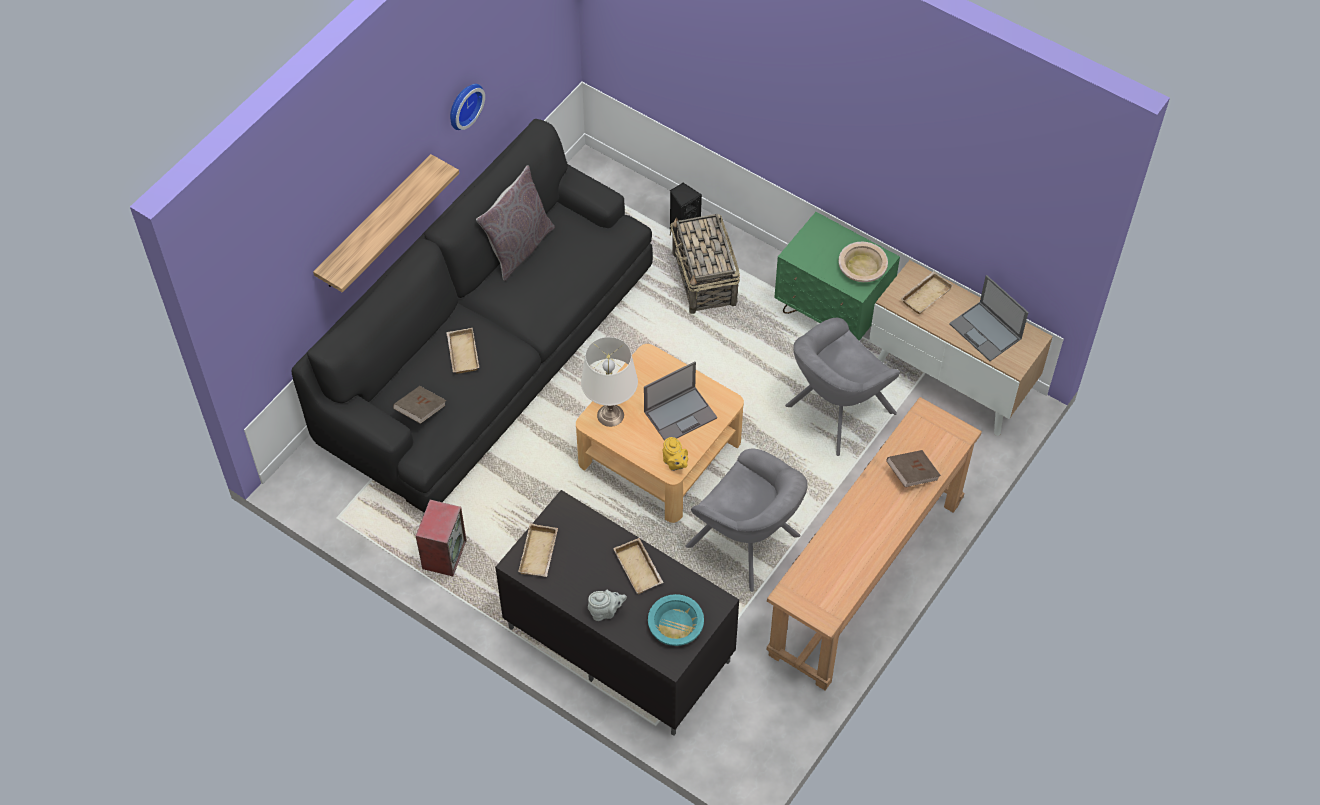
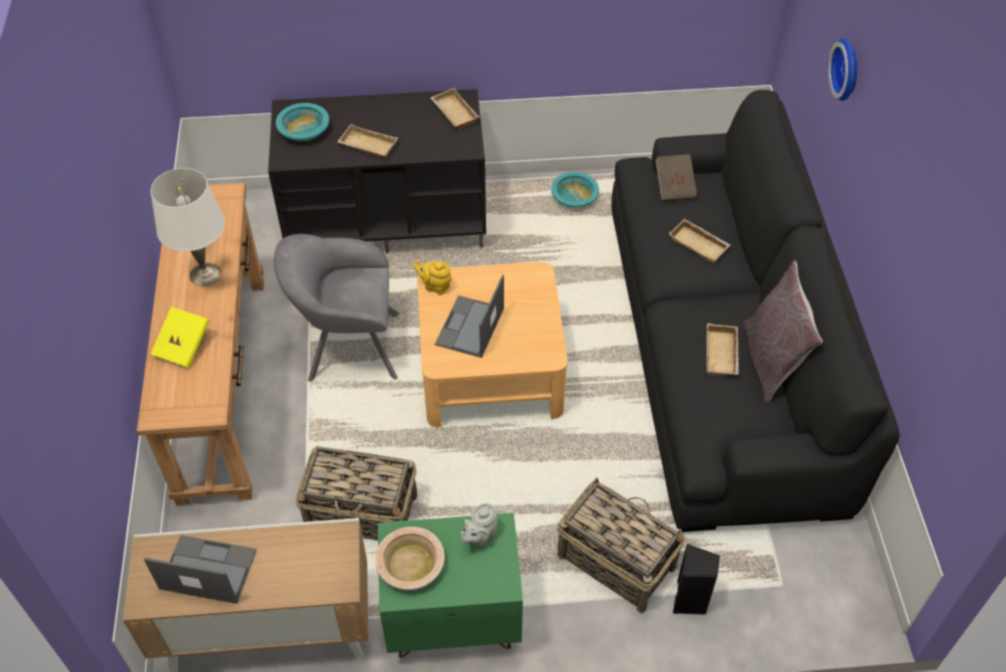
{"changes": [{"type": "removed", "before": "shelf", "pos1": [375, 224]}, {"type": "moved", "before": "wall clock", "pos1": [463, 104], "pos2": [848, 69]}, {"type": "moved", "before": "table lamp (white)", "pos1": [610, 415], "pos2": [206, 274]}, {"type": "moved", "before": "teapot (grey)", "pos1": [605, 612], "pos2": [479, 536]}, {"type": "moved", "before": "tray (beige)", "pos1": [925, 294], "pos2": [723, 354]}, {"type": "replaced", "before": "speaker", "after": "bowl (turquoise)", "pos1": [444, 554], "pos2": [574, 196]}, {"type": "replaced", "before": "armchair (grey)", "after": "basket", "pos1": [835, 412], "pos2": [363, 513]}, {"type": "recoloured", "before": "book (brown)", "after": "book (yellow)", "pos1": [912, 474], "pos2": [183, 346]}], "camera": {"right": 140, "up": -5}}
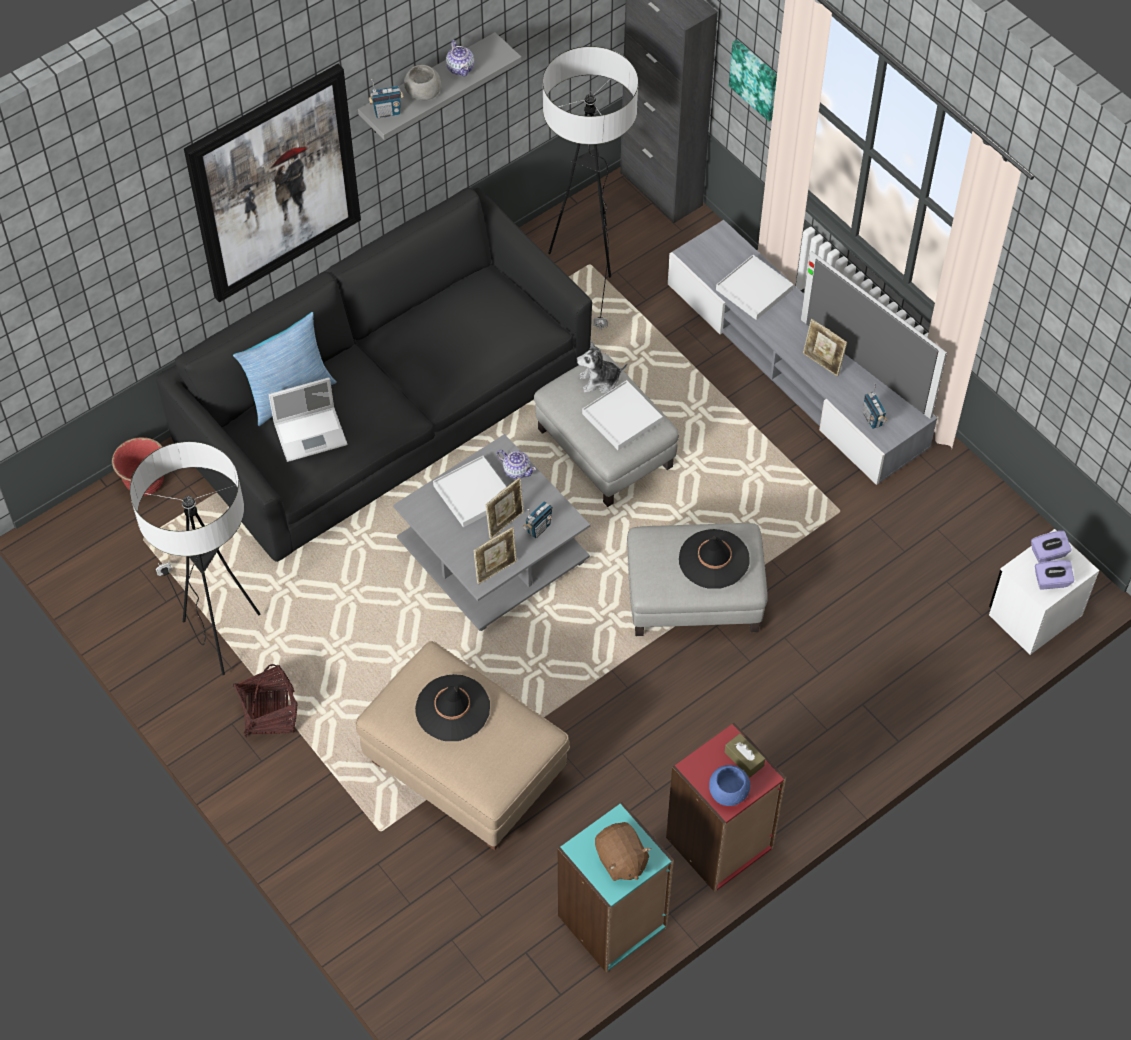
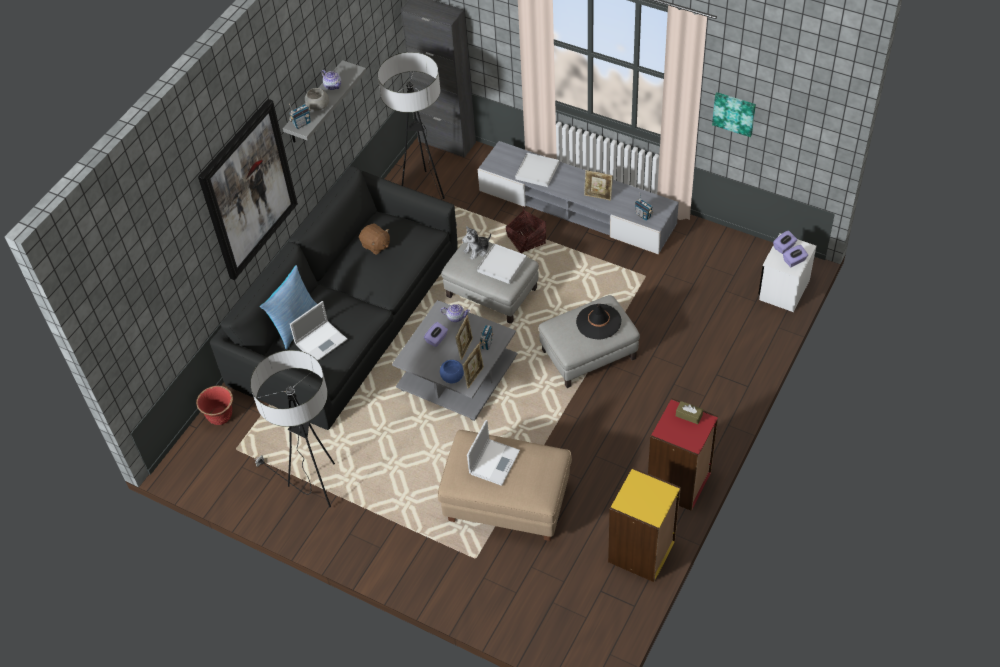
{"changes": [{"type": "removed", "before": "television", "pos1": [864, 368]}, {"type": "moved", "before": "basket", "pos1": [270, 713], "pos2": [526, 240]}, {"type": "moved", "before": "plush toy (brown)", "pos1": [621, 860], "pos2": [375, 245]}, {"type": "moved", "before": "bowl (blue)", "pos1": [728, 792], "pos2": [452, 377]}, {"type": "moved", "before": "picture", "pos1": [755, 79], "pos2": [734, 113]}, {"type": "replaced", "before": "hat (black)", "after": "laptop", "pos1": [452, 708], "pos2": [494, 461]}, {"type": "replaced", "before": "tray (white)", "after": "tissue box (purple)", "pos1": [473, 493], "pos2": [437, 339]}, {"type": "recoloured", "before": "bookcase (turquoise)", "after": "bookcase (yellow)", "pos1": [613, 922], "pos2": [642, 552]}], "camera": {"right": -20, "up": -5}}
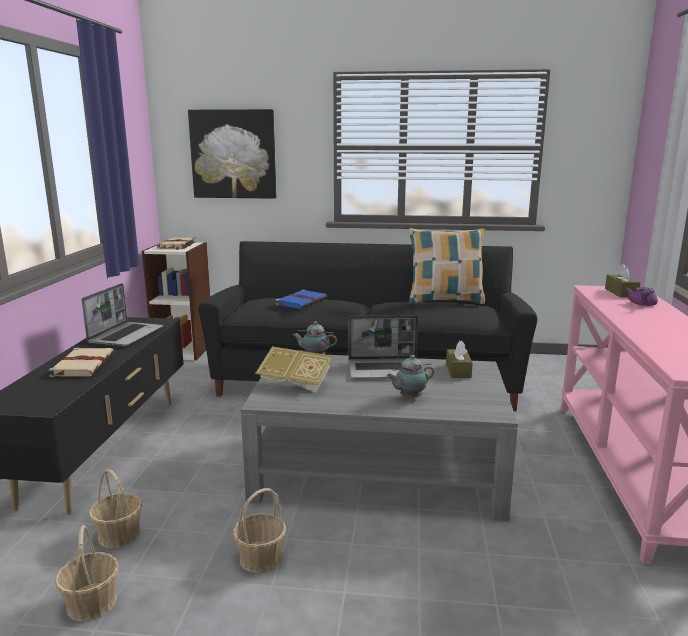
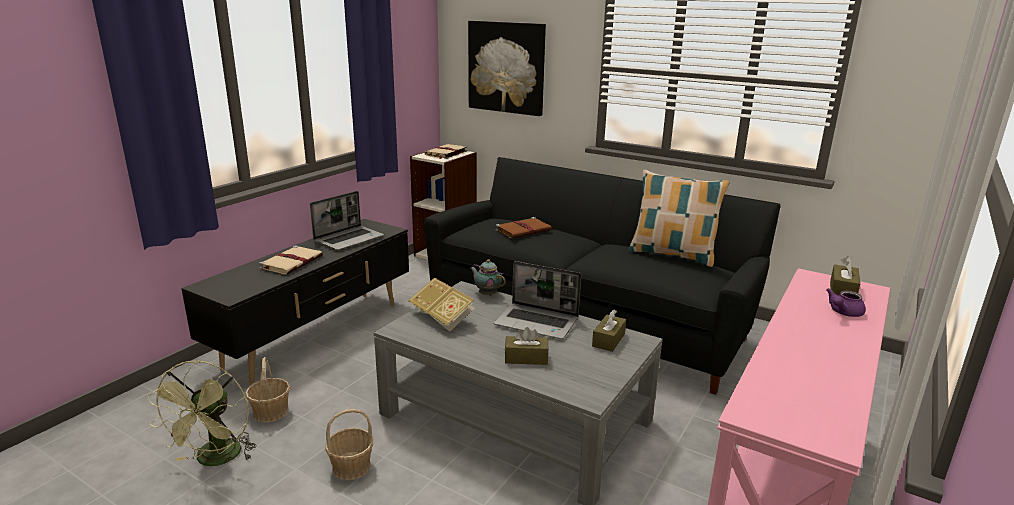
{"changes": [{"type": "replaced", "before": "basket", "after": "fan (green)", "pos1": [92, 602], "pos2": [215, 460]}, {"type": "replaced", "before": "teapot", "after": "tissue box (brown)", "pos1": [409, 397], "pos2": [526, 358]}, {"type": "recoloured", "before": "book (blue)", "after": "book (brown)", "pos1": [302, 301], "pos2": [524, 230]}], "camera": {"right": 25, "up": 5}}
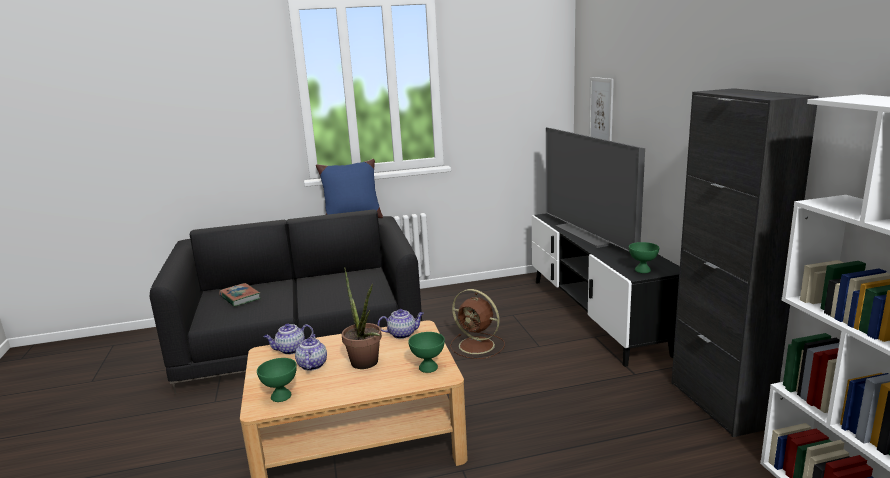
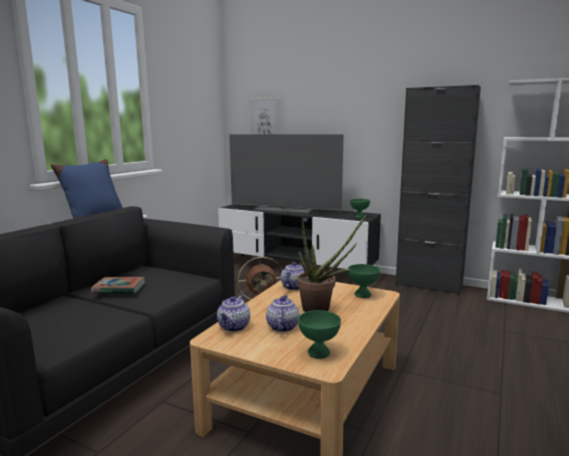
{"changes": [{"type": "moved", "before": "book", "pos1": [240, 297], "pos2": [119, 289]}, {"type": "turned", "before": "teapot", "pos1": [312, 365], "pos2": [282, 326], "turn": 60}], "camera": {"right": -50, "up": -5}}
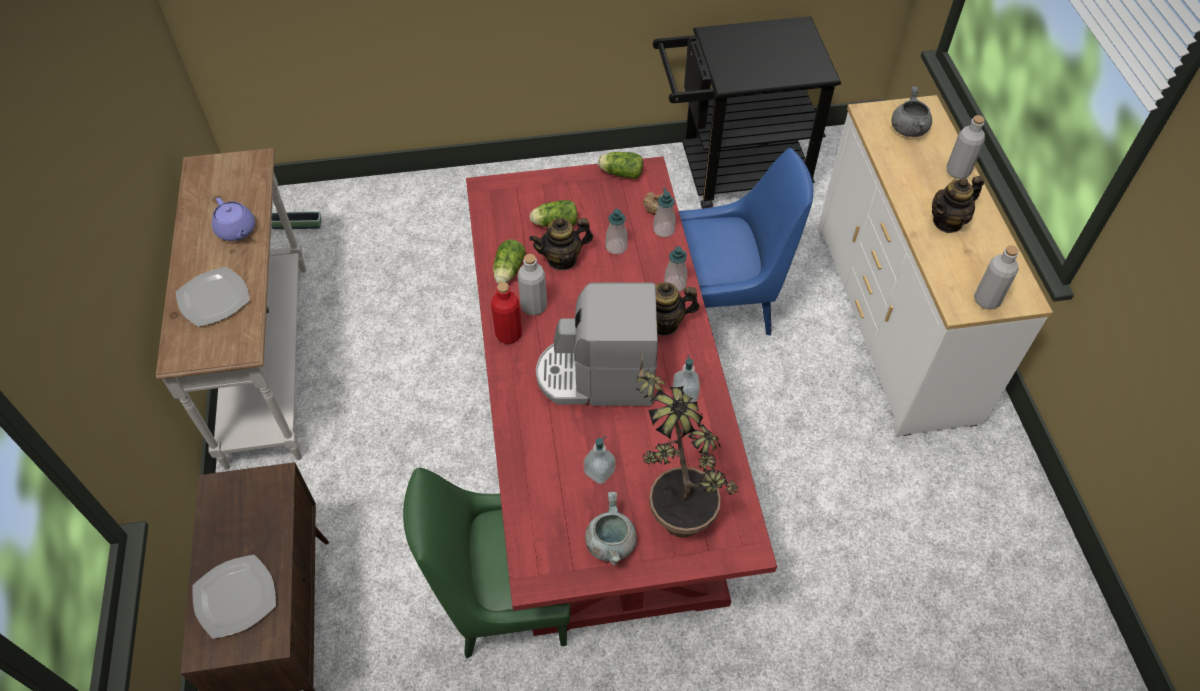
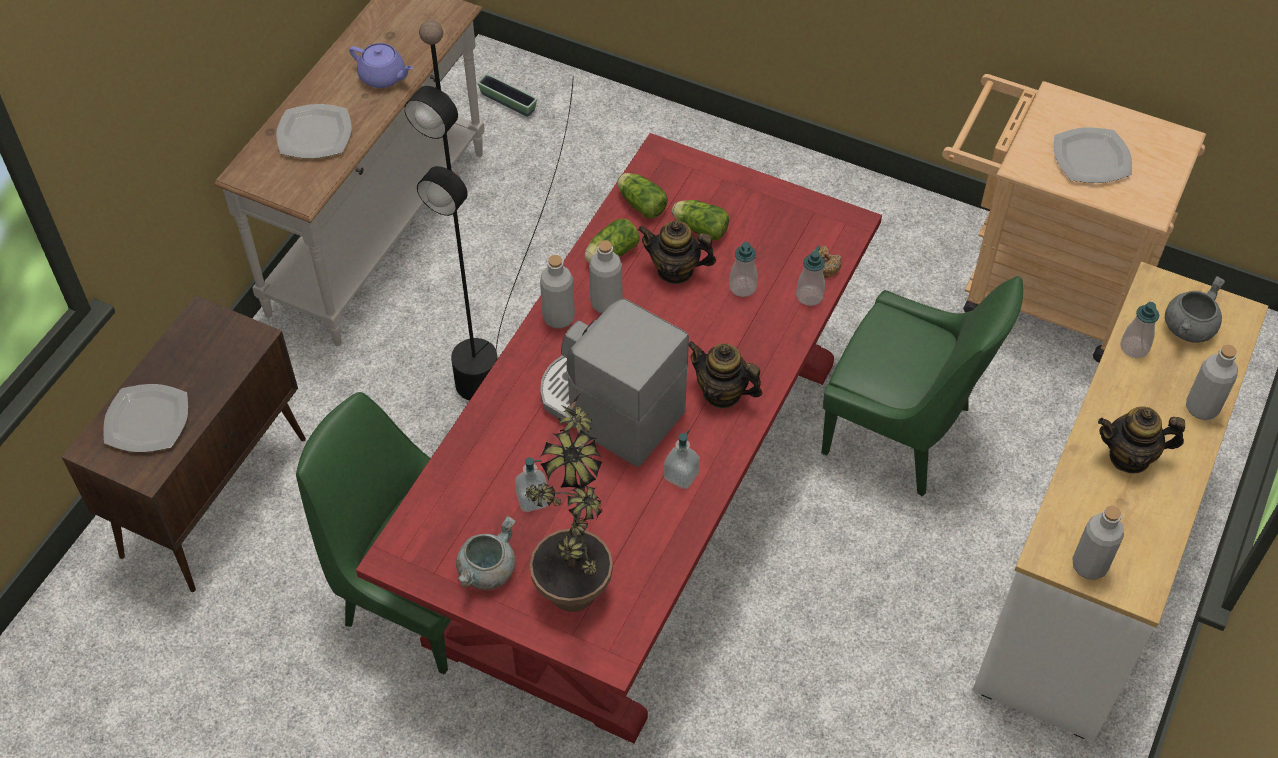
{"changes": [{"type": "added", "after": "floor lamp (black)", "pos2": [511, 289]}, {"type": "added", "after": "plate", "pos2": [1090, 157]}, {"type": "moved", "before": "lettuce", "pos1": [620, 173], "pos2": [640, 203]}, {"type": "moved", "before": "soap dispenser", "pos1": [675, 284], "pos2": [1134, 347]}, {"type": "recoloured", "before": "bottle (red)", "after": "bottle (grey)", "pos1": [508, 334], "pos2": [558, 317]}, {"type": "recoloured", "before": "cart (black)", "after": "cart (beige)", "pos1": [731, 174], "pos2": [1037, 288]}, {"type": "recoloured", "before": "chair (blue)", "after": "chair (green)", "pos1": [727, 303], "pos2": [902, 433]}, {"type": "turned", "before": "teapot (purple)", "pos1": [237, 231], "pos2": [383, 77], "turn": -60}], "camera": {"right": 35, "up": 0}}
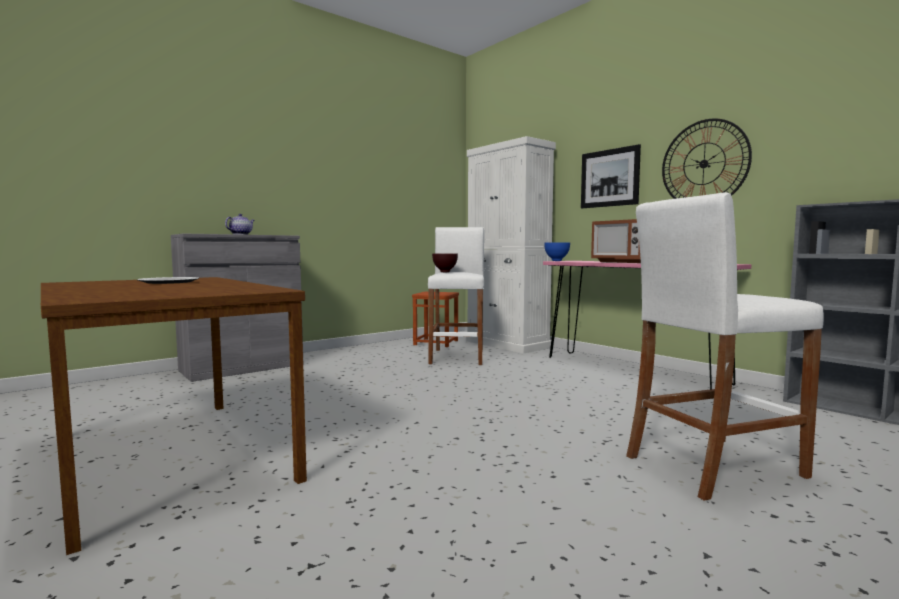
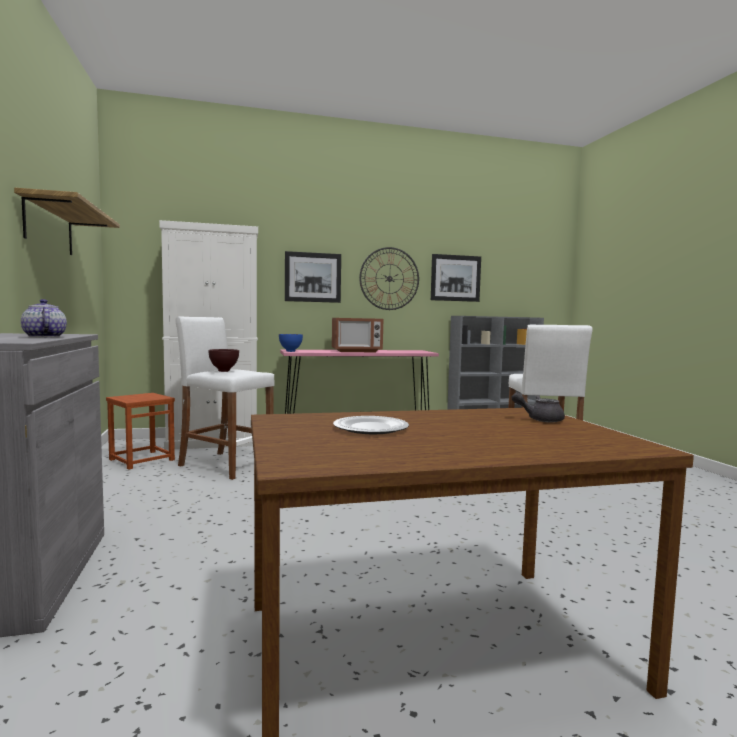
{"changes": [{"type": "added", "after": "shelf", "pos2": [49, 227]}, {"type": "added", "after": "picture", "pos2": [455, 278]}, {"type": "added", "after": "teapot (grey)", "pos2": [539, 419]}], "camera": {"right": -65, "up": 0}}
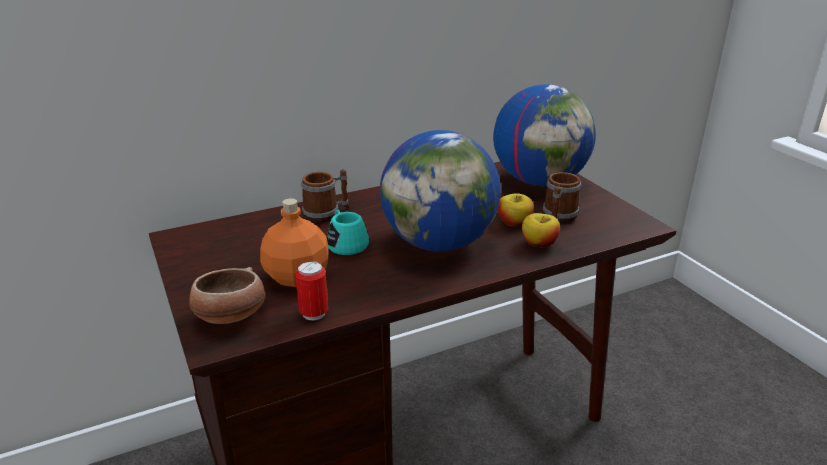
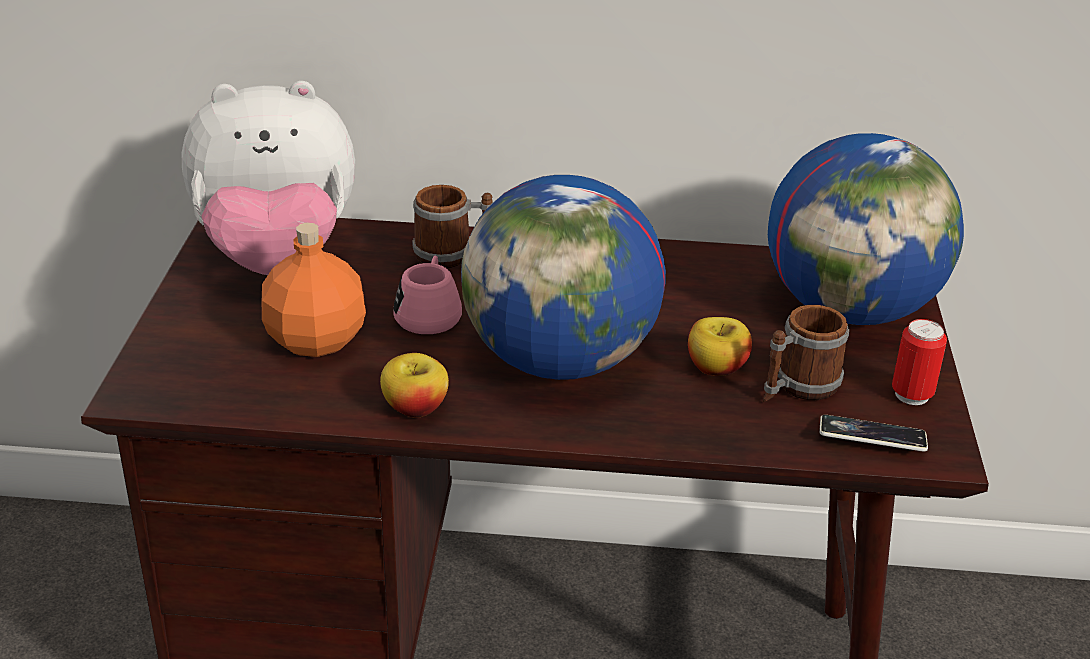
{"changes": [{"type": "removed", "before": "bowl", "pos1": [230, 316]}, {"type": "added", "after": "plush toy", "pos2": [276, 258]}, {"type": "added", "after": "phone", "pos2": [871, 439]}, {"type": "moved", "before": "can", "pos1": [314, 313], "pos2": [911, 395]}, {"type": "moved", "before": "apple", "pos1": [539, 243], "pos2": [415, 408]}, {"type": "recoloured", "before": "mug (turquoise)", "after": "mug (pink)", "pos1": [345, 243], "pos2": [429, 313]}], "camera": {"right": 30, "up": 5}}
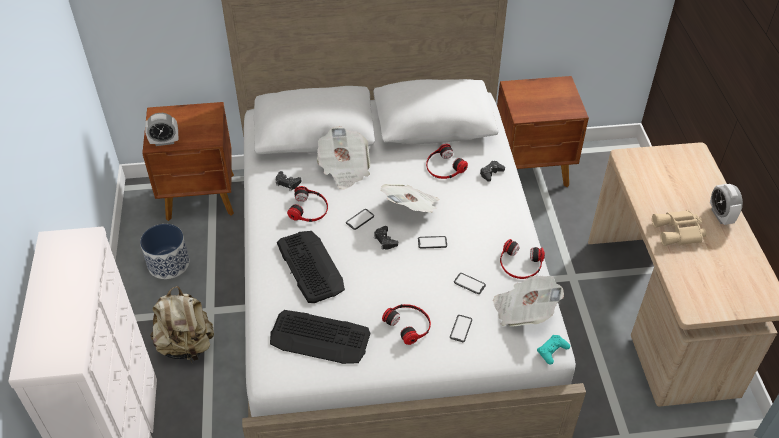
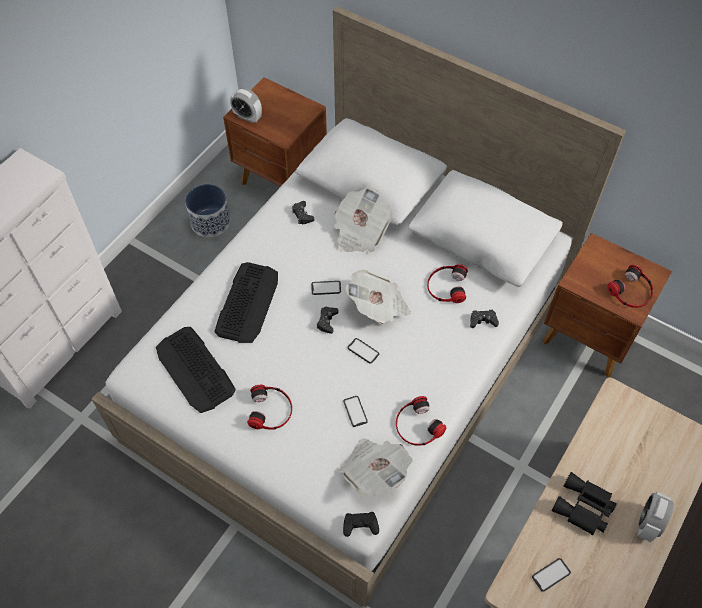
{"changes": [{"type": "removed", "before": "backpack (beige)", "pos1": [186, 345]}, {"type": "moved", "before": "headphones", "pos1": [309, 209], "pos2": [631, 291]}, {"type": "moved", "before": "phone", "pos1": [461, 328], "pos2": [551, 575]}, {"type": "recoloured", "before": "game controller (turquoise)", "after": "game controller (black)", "pos1": [552, 351], "pos2": [360, 525]}, {"type": "recoloured", "before": "binoculars (beige)", "after": "binoculars (black)", "pos1": [679, 232], "pos2": [583, 508]}], "camera": {"right": 40, "up": 10}}
